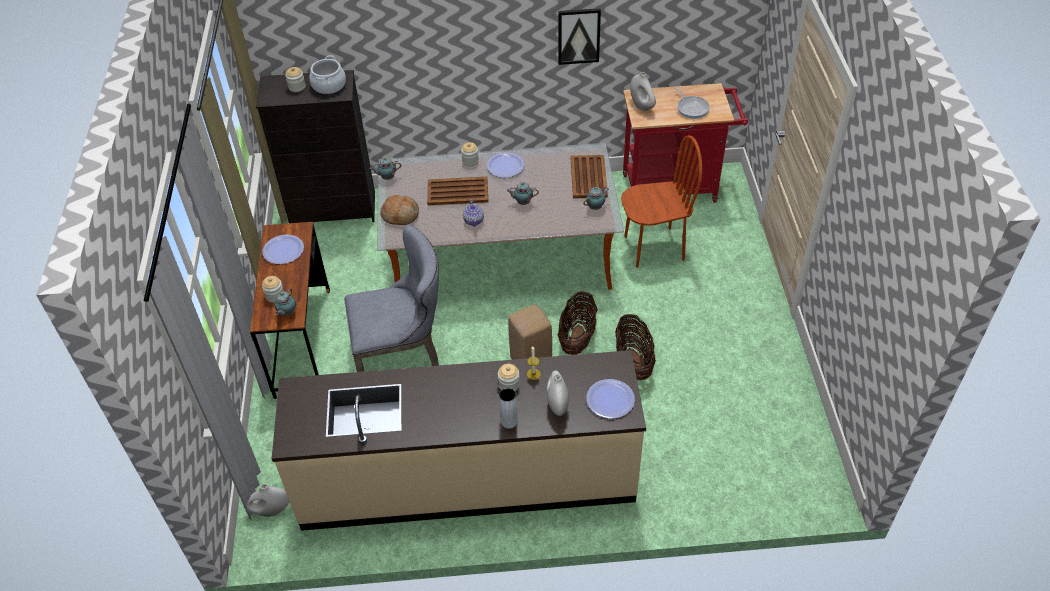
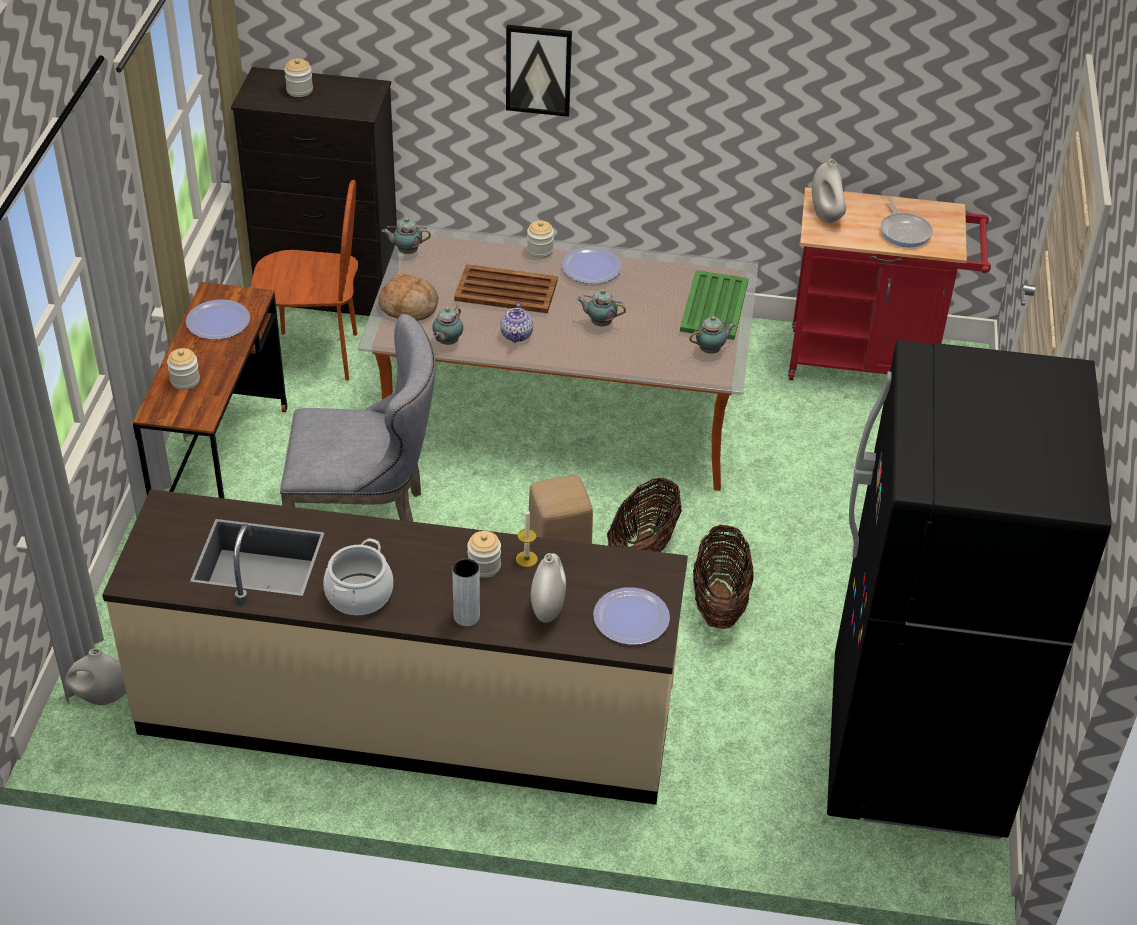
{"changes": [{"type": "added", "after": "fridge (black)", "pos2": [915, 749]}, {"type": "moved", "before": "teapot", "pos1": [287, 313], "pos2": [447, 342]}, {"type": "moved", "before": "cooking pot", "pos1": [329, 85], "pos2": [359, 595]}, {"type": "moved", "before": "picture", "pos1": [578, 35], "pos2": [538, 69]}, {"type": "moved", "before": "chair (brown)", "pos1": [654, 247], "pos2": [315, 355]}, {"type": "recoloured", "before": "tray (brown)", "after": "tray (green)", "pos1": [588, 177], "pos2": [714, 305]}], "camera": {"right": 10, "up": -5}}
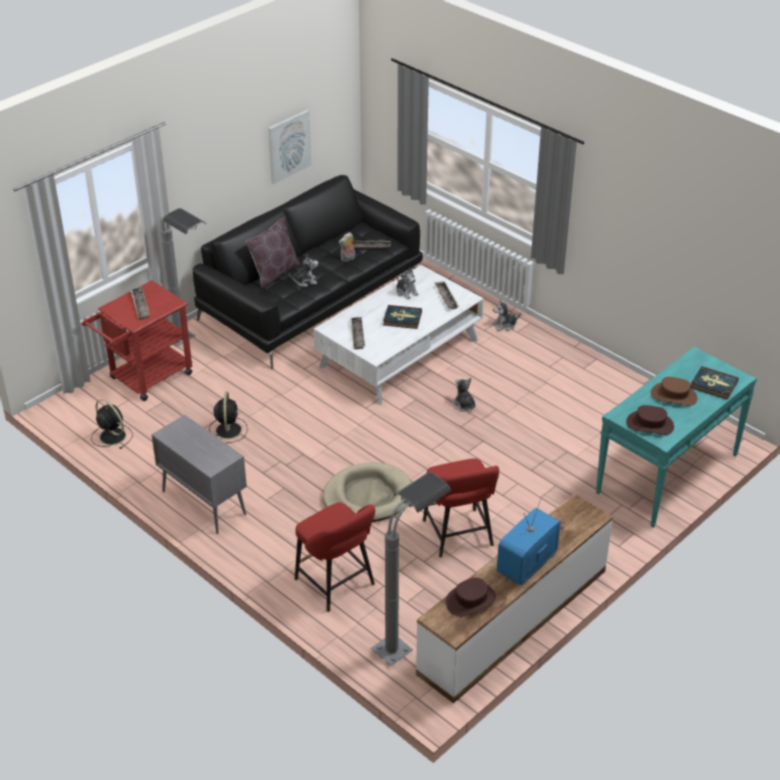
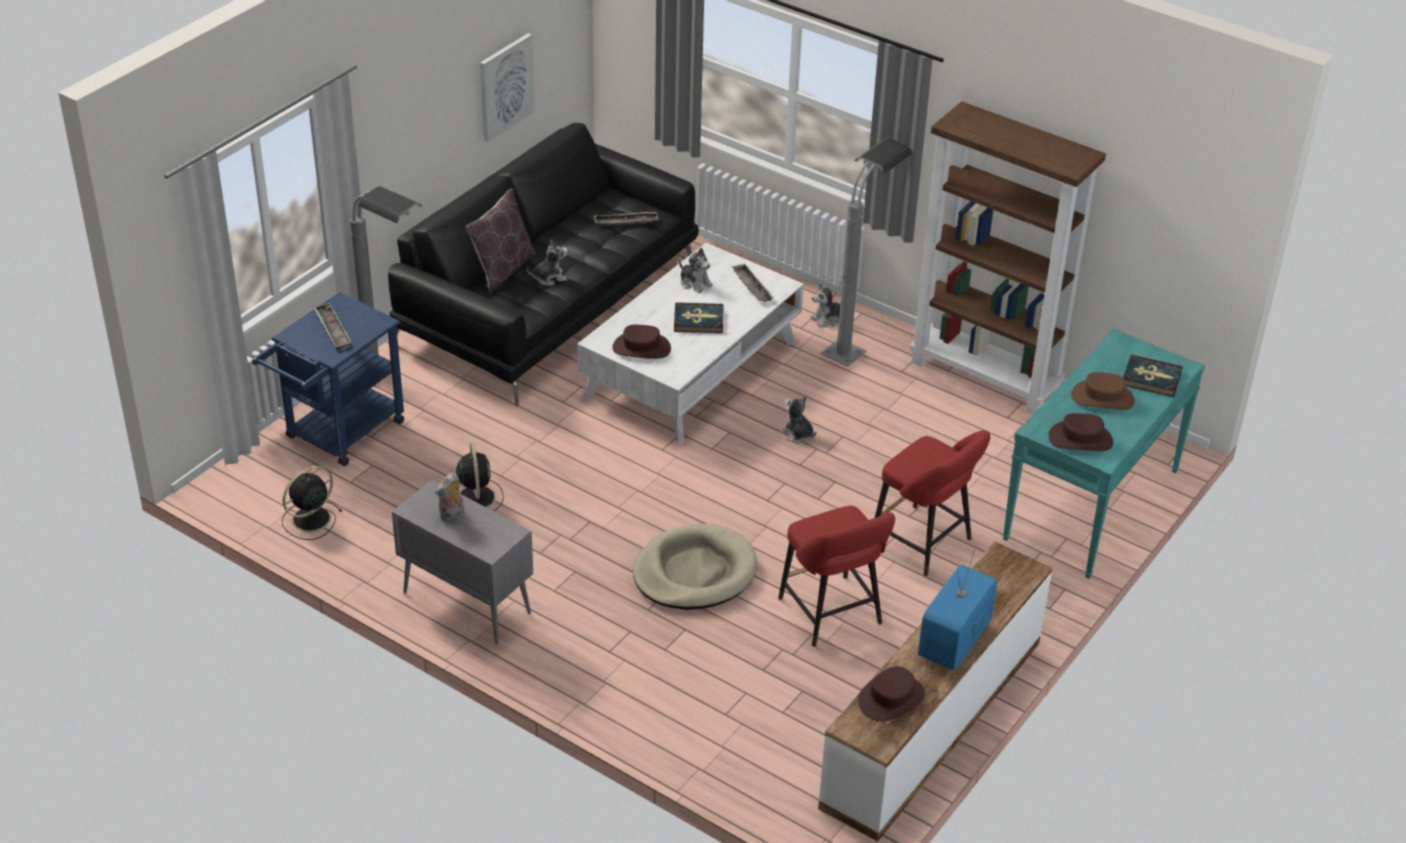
{"changes": [{"type": "added", "after": "bookcase (brown)", "pos2": [986, 377]}, {"type": "moved", "before": "stool (red)", "pos1": [337, 584], "pos2": [925, 543]}, {"type": "moved", "before": "plush toy", "pos1": [348, 259], "pos2": [452, 515]}, {"type": "moved", "before": "floor lamp (grey)", "pos1": [407, 639], "pos2": [856, 344]}, {"type": "replaced", "before": "tray", "after": "hat (brown)", "pos1": [357, 335], "pos2": [641, 348]}, {"type": "recoloured", "before": "cart (red)", "after": "cart (blue)", "pos1": [145, 379], "pos2": [338, 434]}, {"type": "turned", "before": "fan (black)", "pos1": [112, 436], "pos2": [310, 520], "turn": -75}], "camera": {"right": -10, "up": 0}}
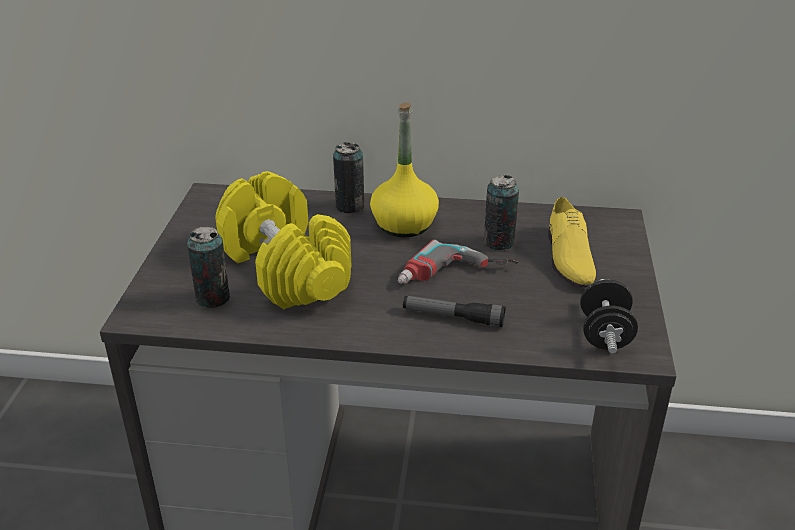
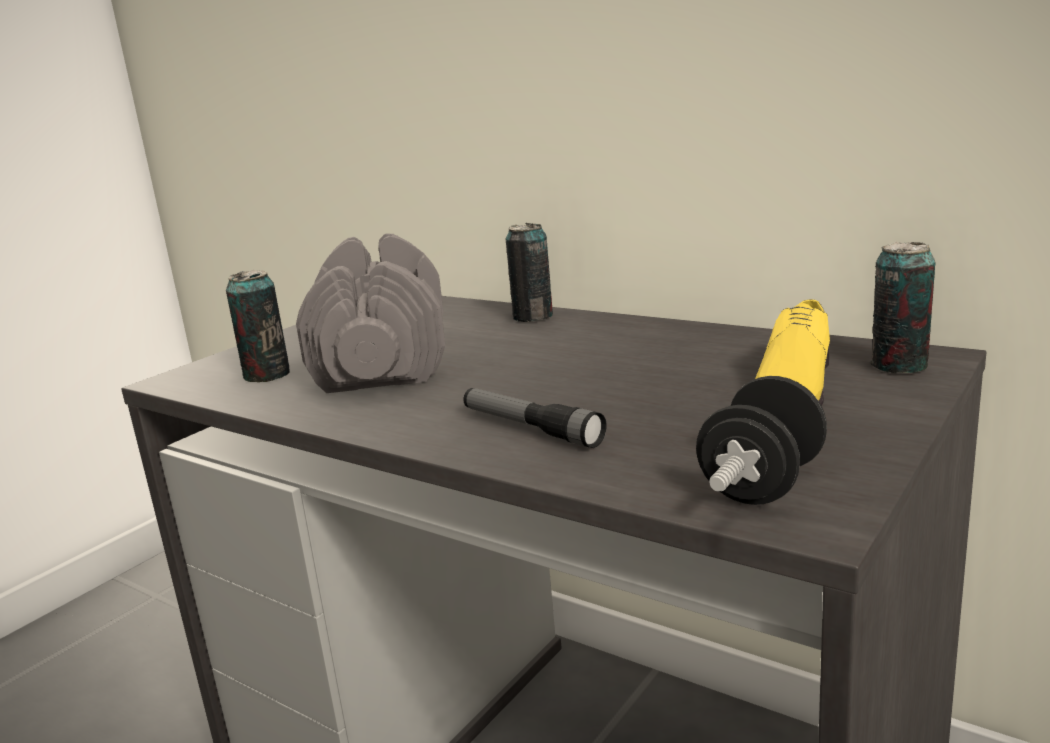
{"changes": [{"type": "removed", "before": "bottle (yellow)", "pos1": [404, 224]}, {"type": "removed", "before": "power drill", "pos1": [455, 278]}, {"type": "moved", "before": "can", "pos1": [498, 242], "pos2": [899, 365]}, {"type": "recoloured", "before": "dumbbell (yellow)", "after": "dumbbell (grey)", "pos1": [286, 269], "pos2": [383, 360]}], "camera": {"right": 30, "up": -15}}
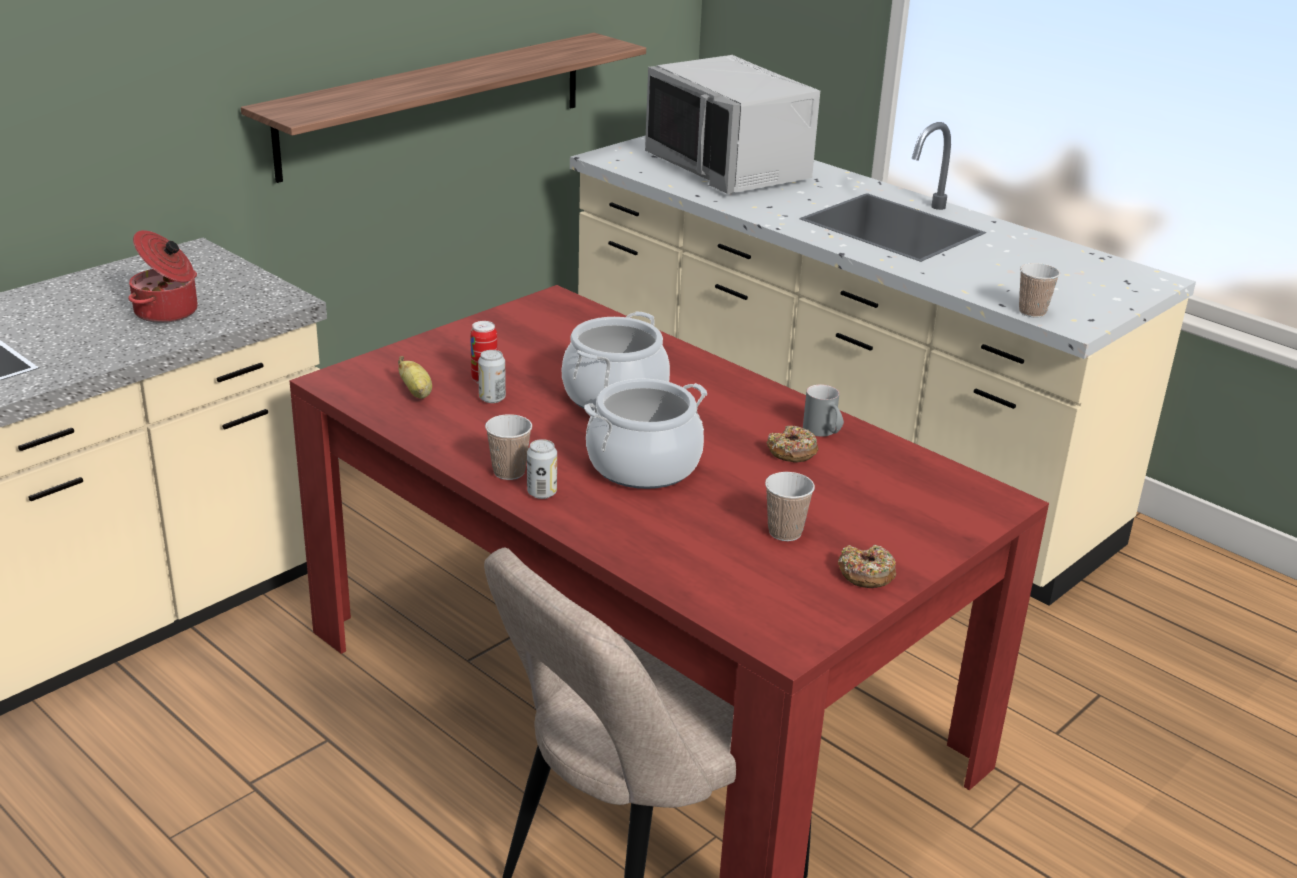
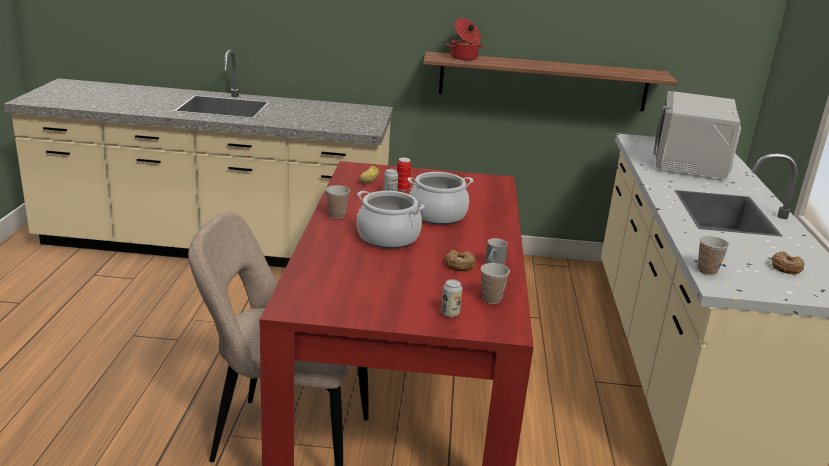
{"changes": [{"type": "moved", "before": "cooking pot", "pos1": [168, 312], "pos2": [464, 58]}, {"type": "moved", "before": "can", "pos1": [542, 493], "pos2": [450, 313]}, {"type": "moved", "before": "cup", "pos1": [785, 532], "pos2": [491, 299]}, {"type": "moved", "before": "donut", "pos1": [866, 574], "pos2": [785, 268]}], "camera": {"right": 50, "up": -5}}
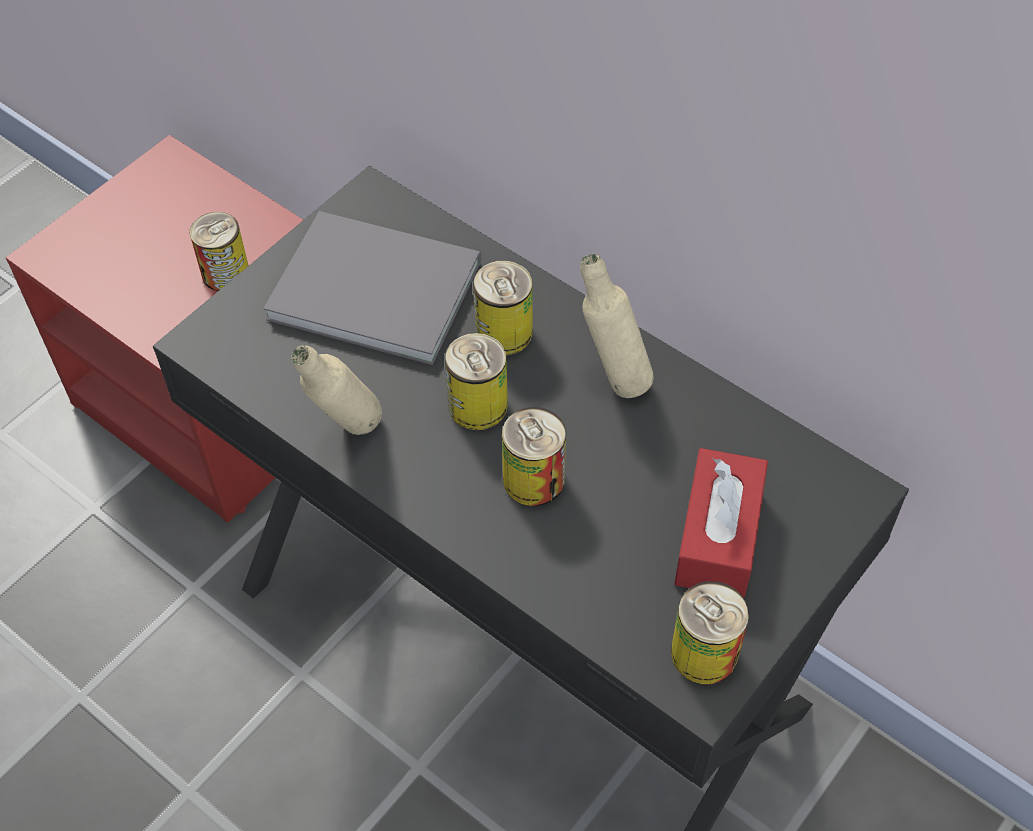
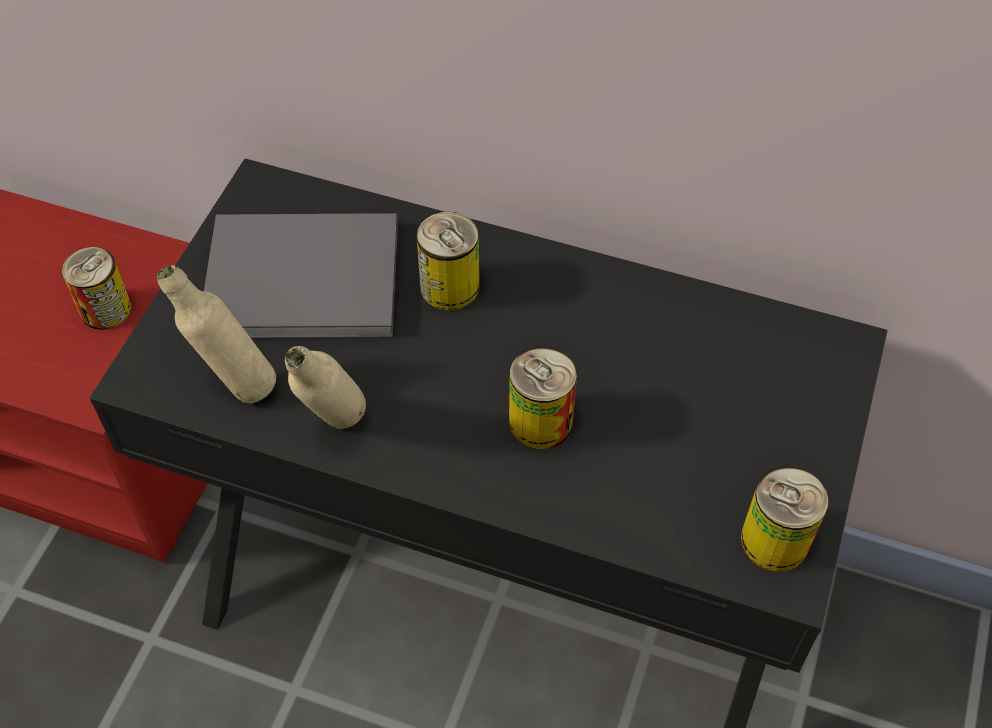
{"changes": [{"type": "removed", "before": "can", "pos1": [477, 405]}, {"type": "removed", "before": "tissue box (red)", "pos1": [718, 537]}, {"type": "moved", "before": "bottle (beige)", "pos1": [613, 379], "pos2": [235, 386]}], "camera": {"right": -20, "up": 0}}
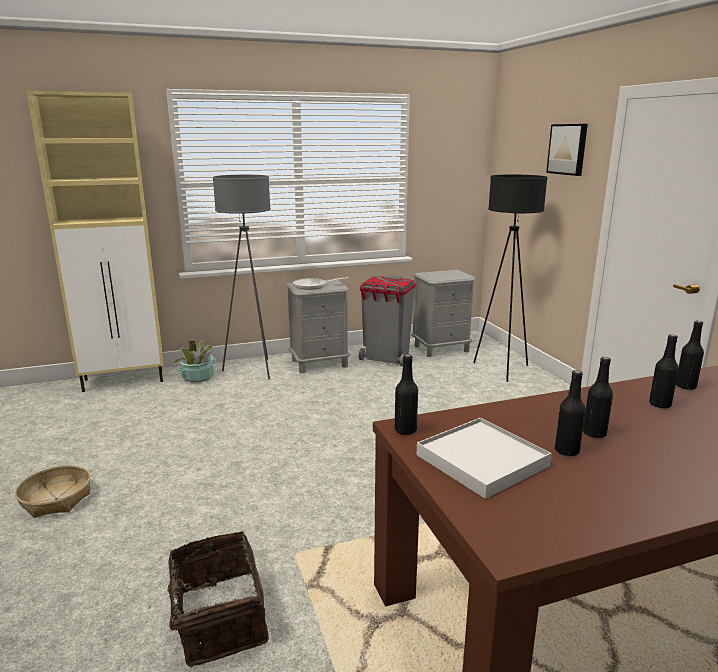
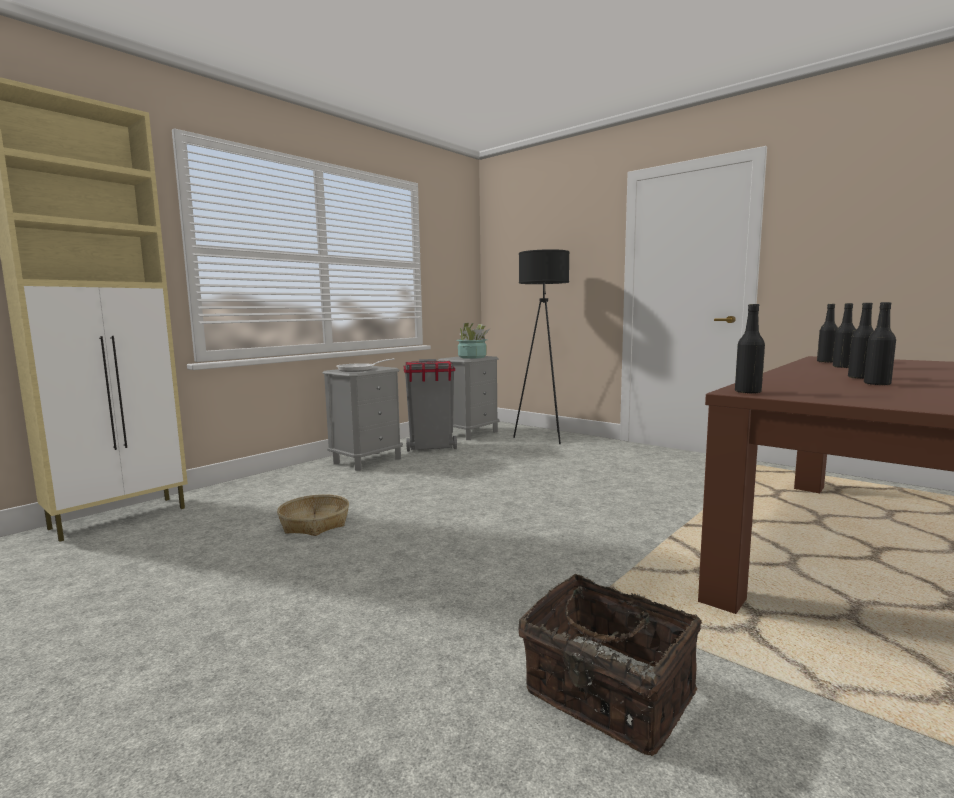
{"changes": [{"type": "removed", "before": "floor lamp (grey)", "pos1": [253, 370]}, {"type": "removed", "before": "tray (white)", "pos1": [482, 460]}, {"type": "removed", "before": "picture", "pos1": [568, 149]}, {"type": "moved", "before": "basket", "pos1": [56, 499], "pos2": [314, 524]}, {"type": "moved", "before": "potted plant", "pos1": [198, 377], "pos2": [472, 357]}], "camera": {"right": -30, "up": -10}}
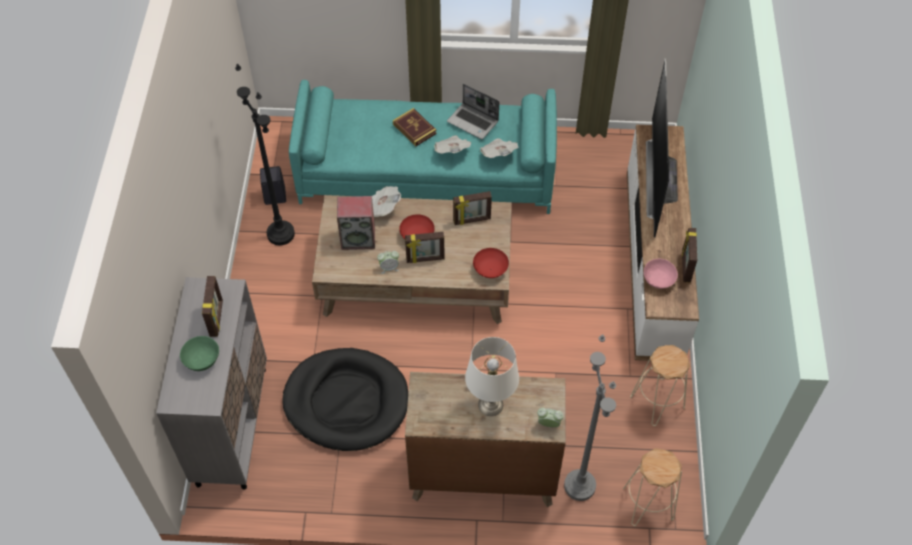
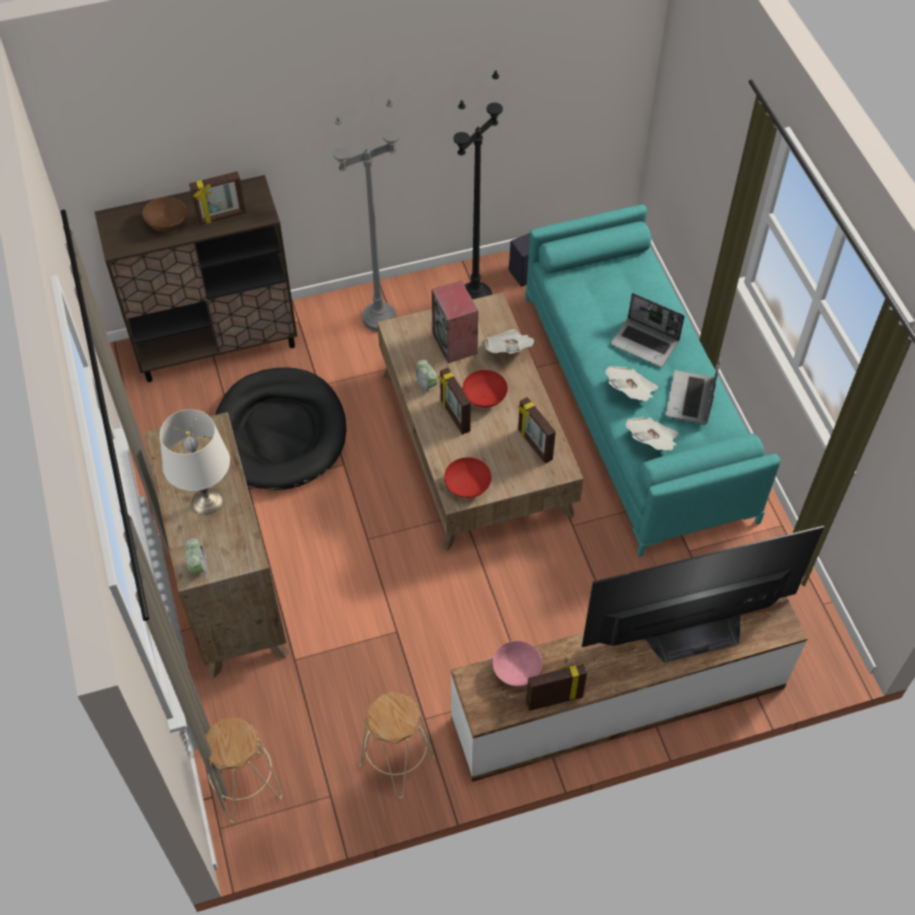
{"changes": [{"type": "moved", "before": "floor lamp (grey)", "pos1": [579, 486], "pos2": [379, 318]}, {"type": "replaced", "before": "book", "after": "laptop", "pos1": [414, 129], "pos2": [645, 343]}, {"type": "recoloured", "before": "cabinet (grey)", "after": "cabinet (brown)", "pos1": [232, 425], "pos2": [217, 344]}, {"type": "recoloured", "before": "bowl (green)", "after": "bowl (brown)", "pos1": [201, 359], "pos2": [167, 223]}], "camera": {"right": 70, "up": 0}}
